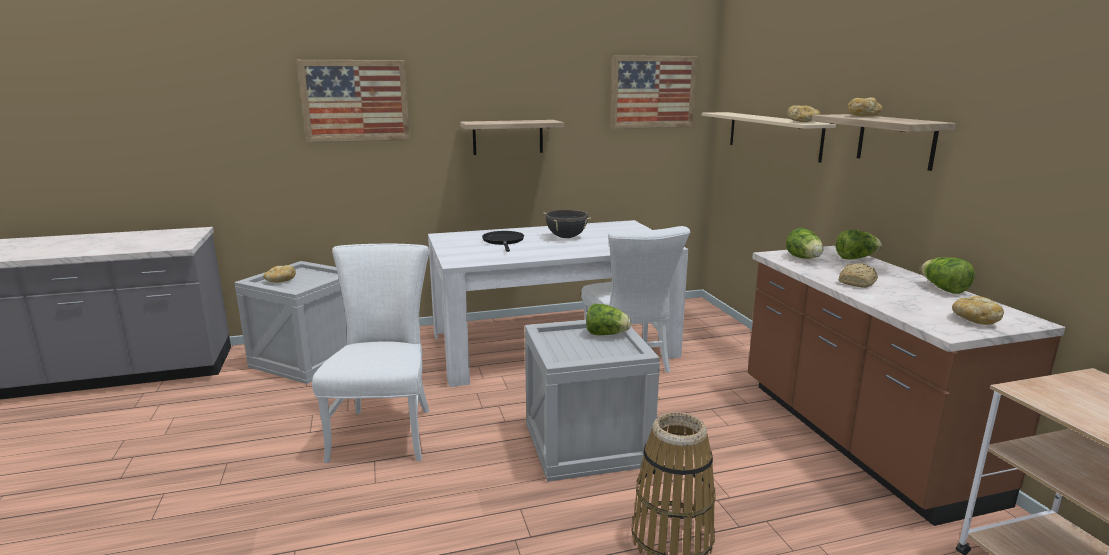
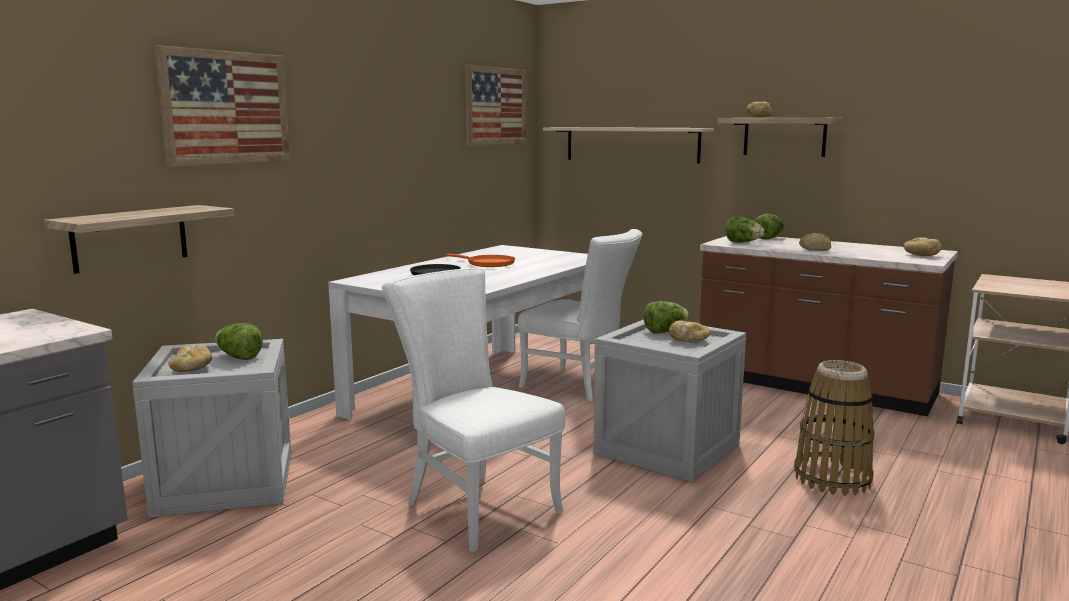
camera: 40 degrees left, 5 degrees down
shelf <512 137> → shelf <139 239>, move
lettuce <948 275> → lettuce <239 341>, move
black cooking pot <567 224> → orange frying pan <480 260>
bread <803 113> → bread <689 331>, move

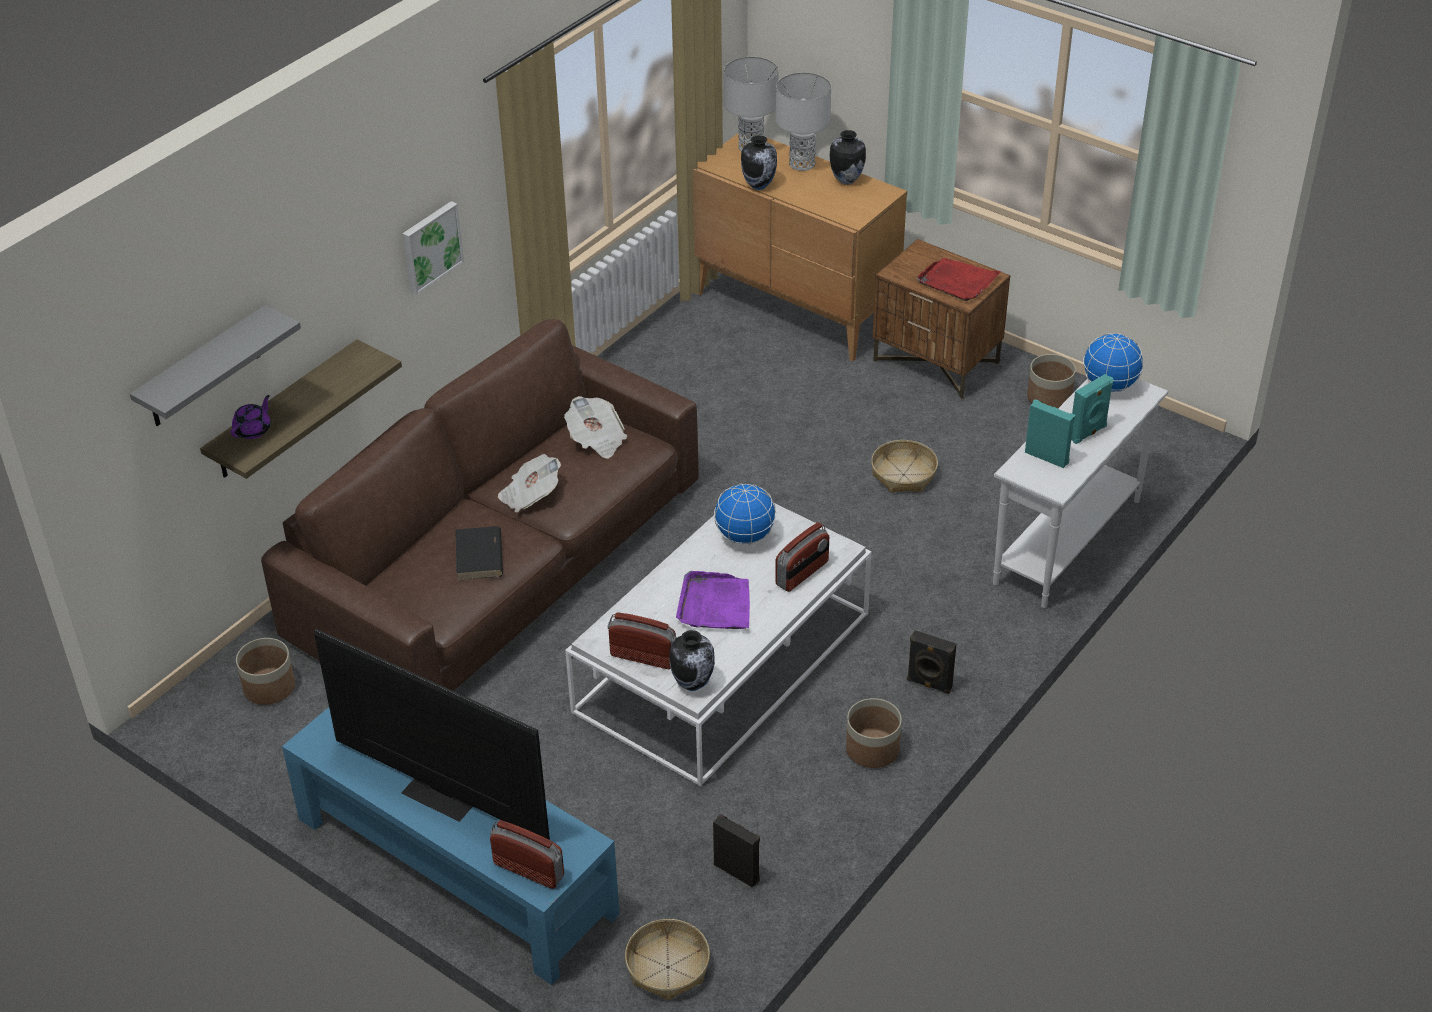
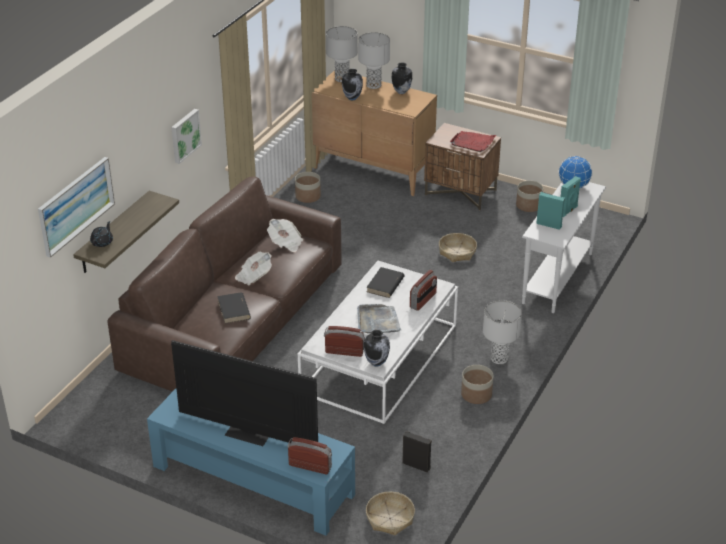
camera: 10 degrees left, 5 degrees down
grey shelf <215 365> → picture <76 207>
purple teapot <251 417> → black teapot <101 234>
planter <265 671> → planter <308 187>, move
purple tray <713 600> → grey tray <379 319>
globe <745 514> → black book <385 282>
black speaker <931 662> → white table lamp <502 332>

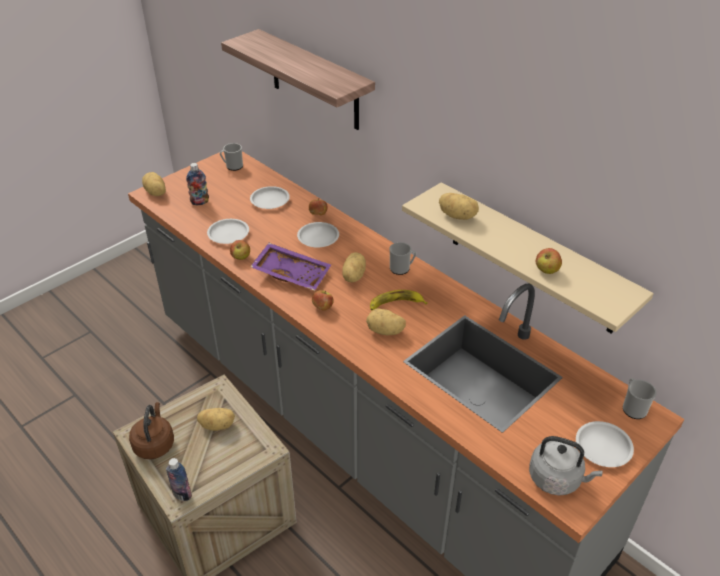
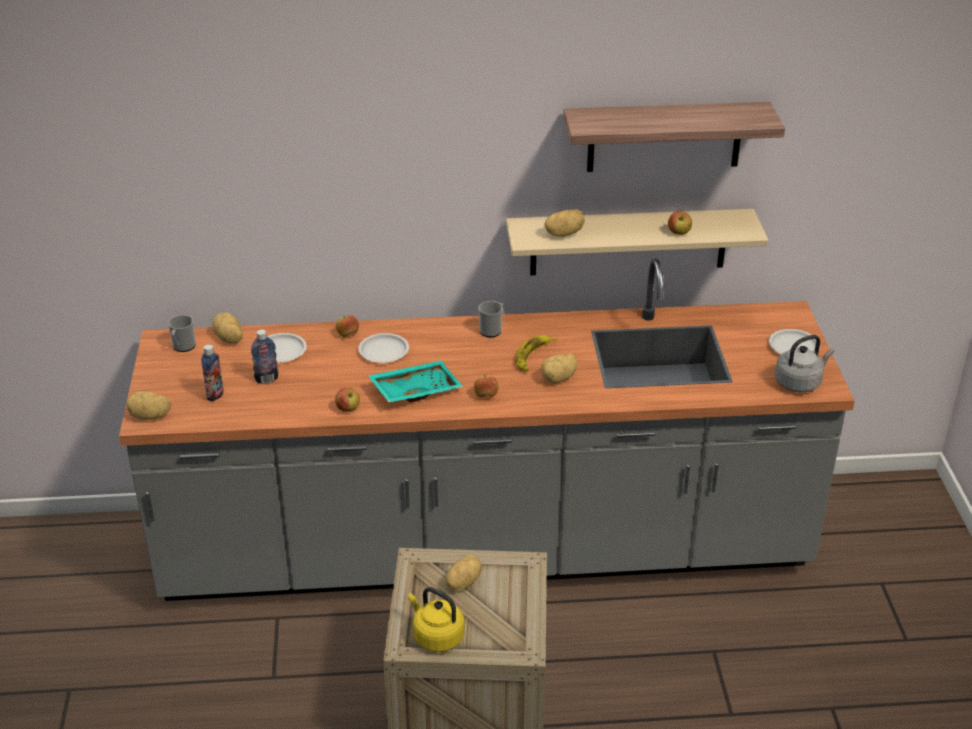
camera: 50 degrees left, 5 degrees down
potato <354 267> → potato <227 328>, move
bottle <179 479> → bottle <265 356>, move
purple tray <290 267> → turquoise tray <415 381>
brown kettle <151 430> → yellow kettle <436 619>
shelf <298 79> → shelf <674 137>, move
white plate <228 231> → -
mug <640 398> → -

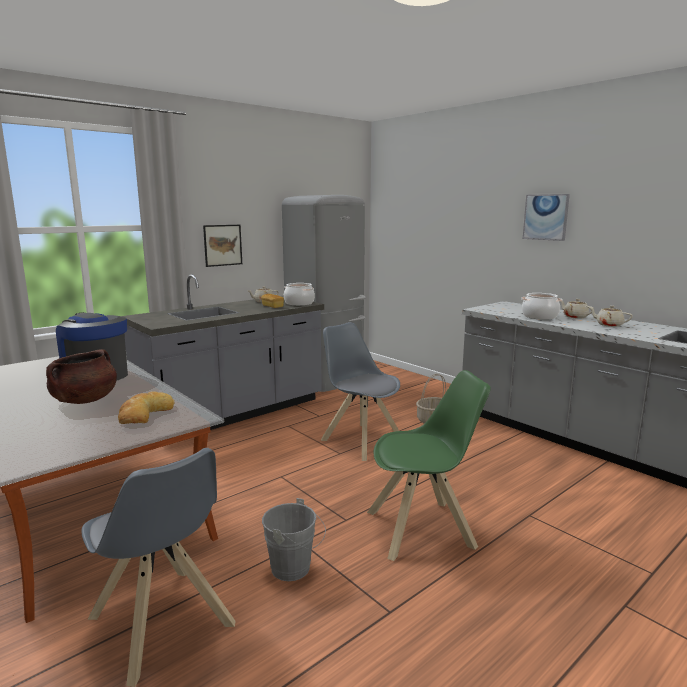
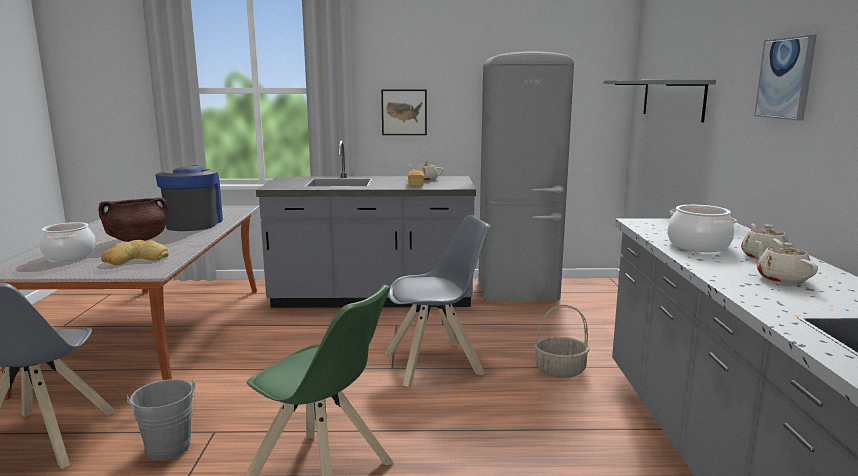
camera: 40 degrees right, 0 degrees up
cooking pot <299 294> → cooking pot <67 241>, move
grey chair <360 391> → grey chair <437 301>, 75 degrees clockwise
- → grey shelf <659 101>

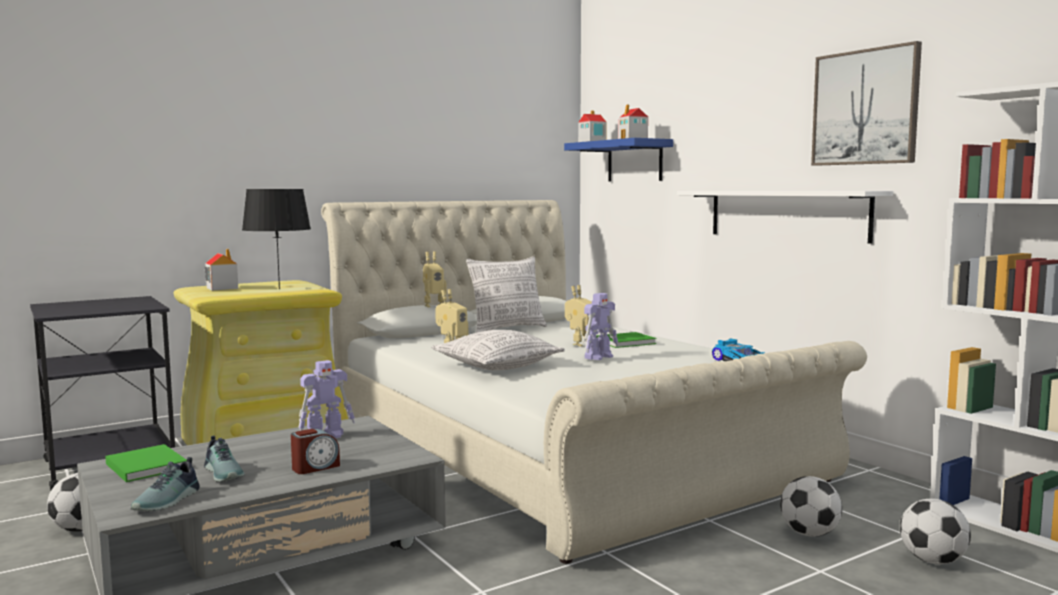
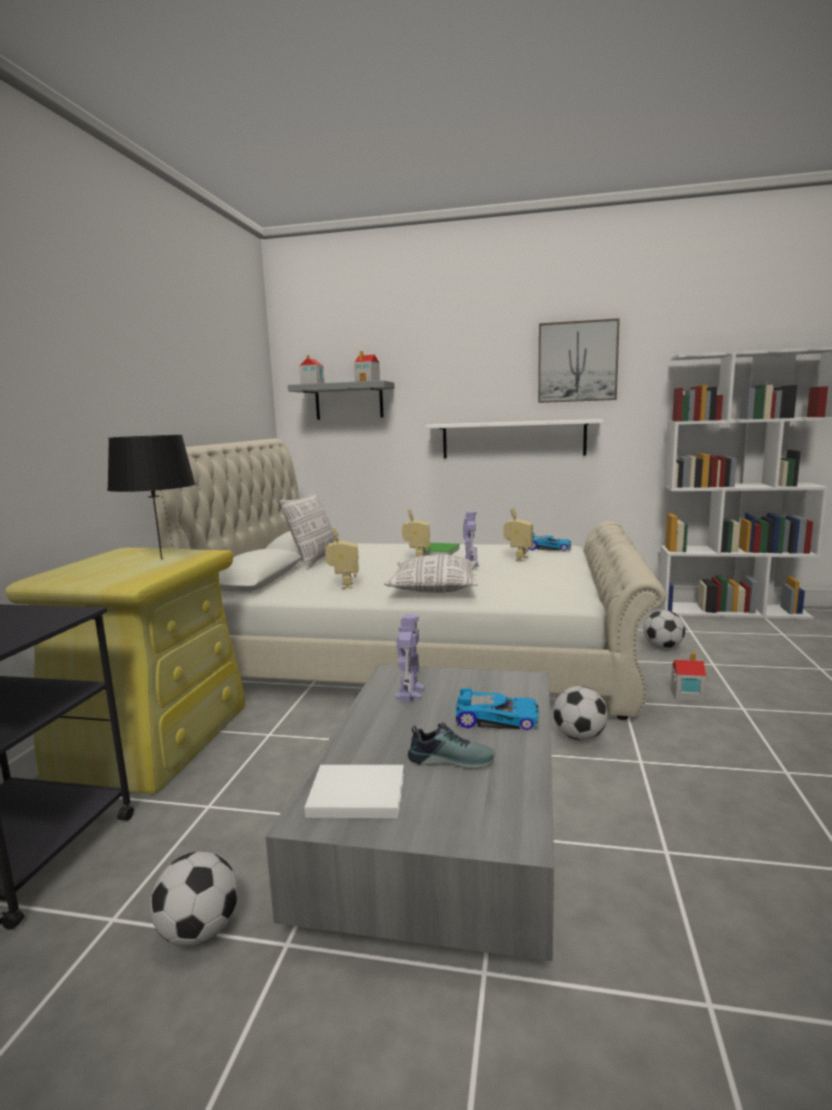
camera: 45 degrees left, 5 degrees up
blue shelf <618 160> → grey shelf <341 400>
green book <146 463> → white book <354 791>
alarm clock <315 451> → toy car <497 709>
toy robot <435 279> → toy robot <518 534>, move
football <935 531> → football <580 713>, move
toy house <221 270> → toy house <688 677>, move
shoe <165 484> → -

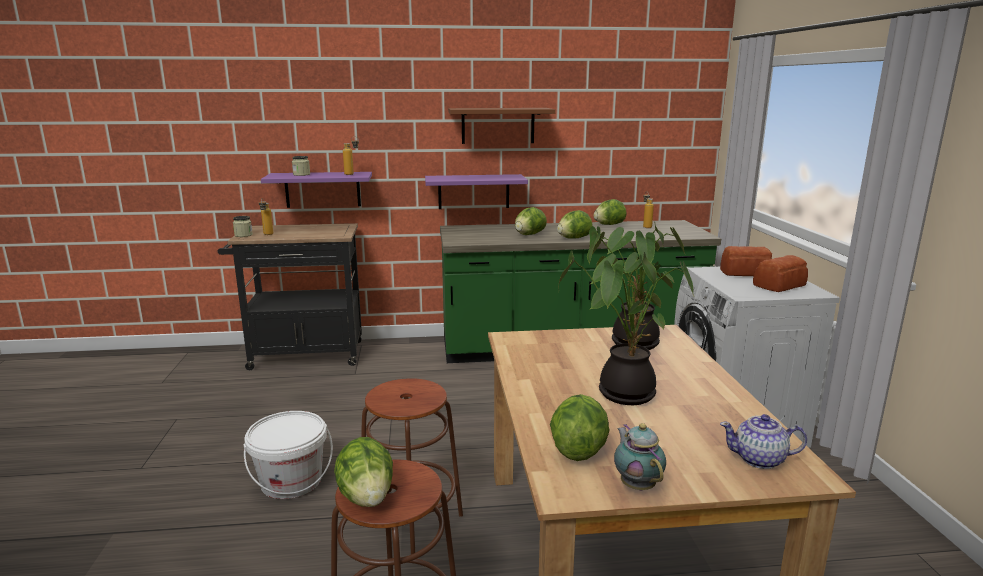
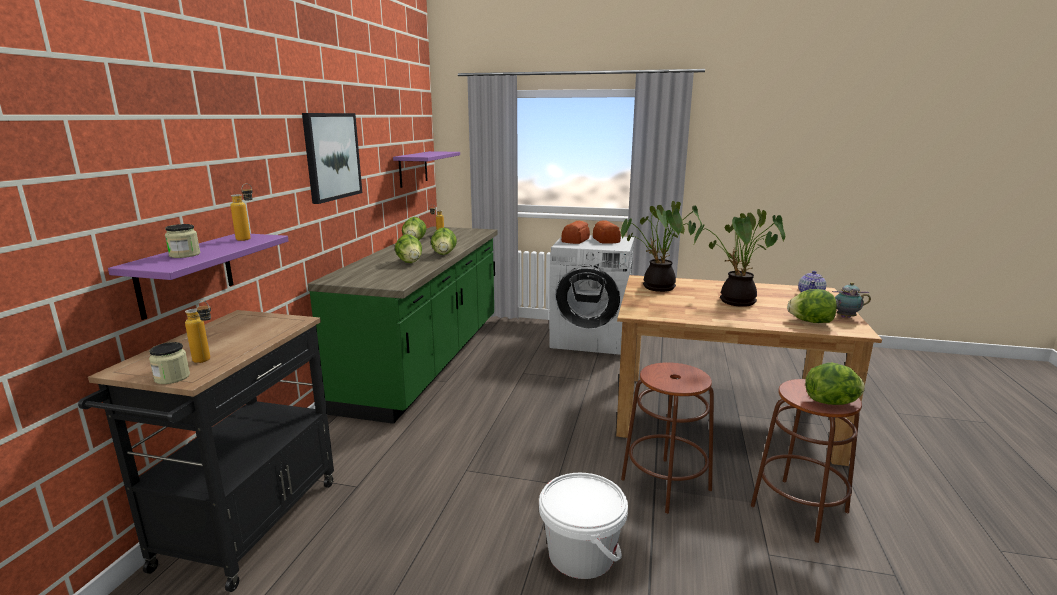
camera: 70 degrees left, 0 degrees up
brown shelf <501 126> → picture <332 158>
purple shelf <476 191> → purple shelf <426 169>, move

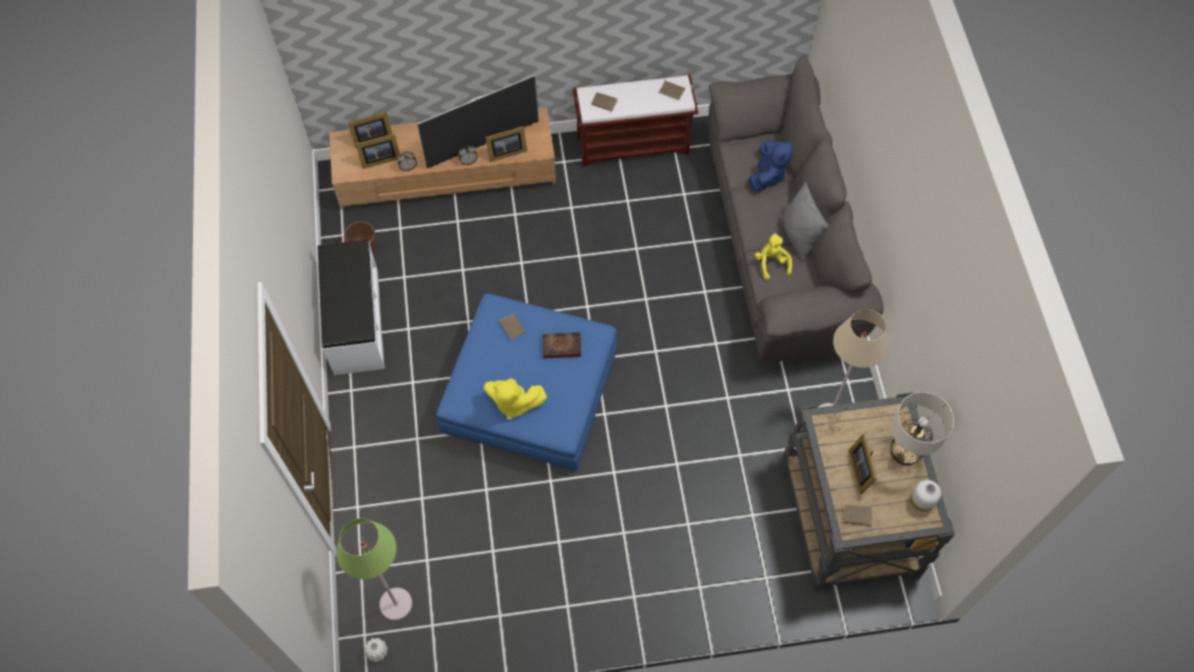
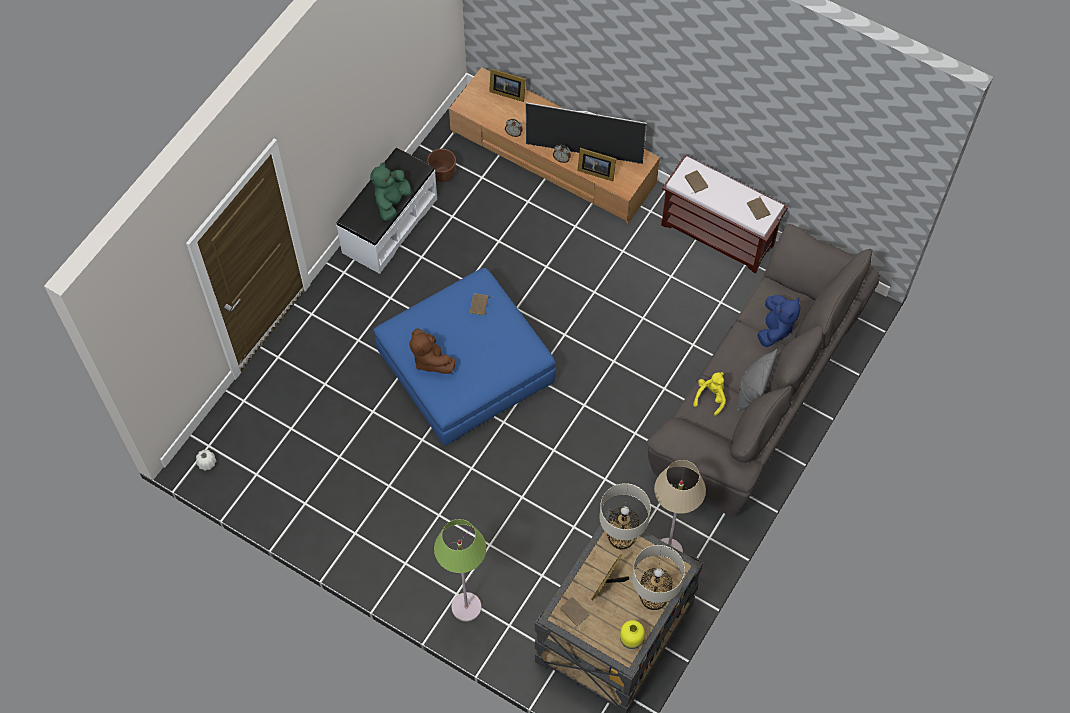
camera: 40 degrees right, 0 degrees up
- → green plush toy <390 191>
yellow plush toy <515 399> → brown plush toy <432 351>
green floor lamp <374 569> → green floor lamp <460 570>, move
- → table lamp <625 516>
white vase <926 495> → yellow vase <632 634>
blue plush toy <770 165> → blue plush toy <779 321>, 45 degrees counterclockwise
picture frame <378 151> → -
book <562 345> → -

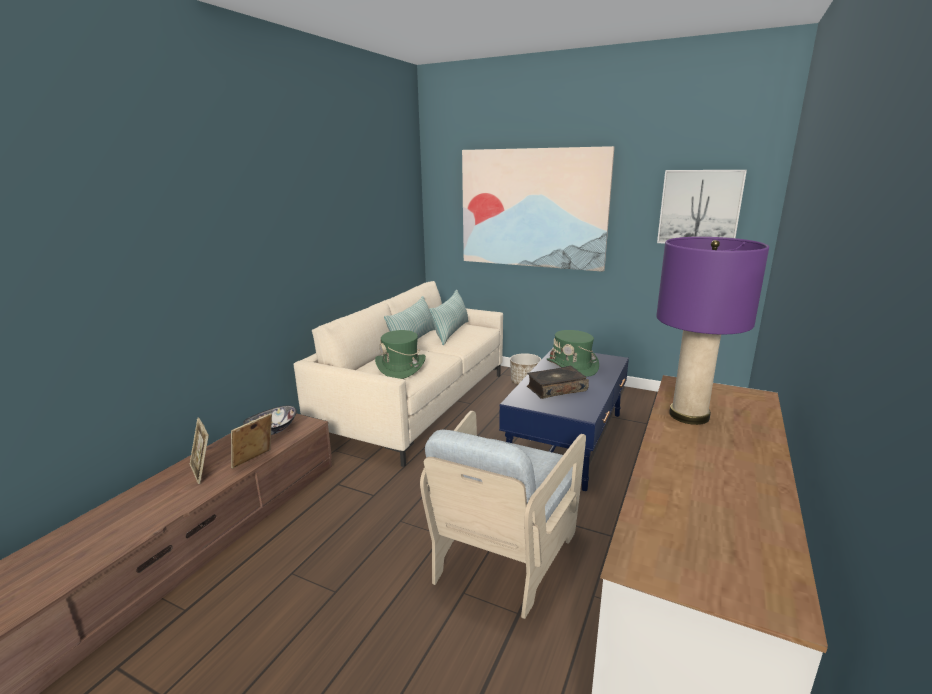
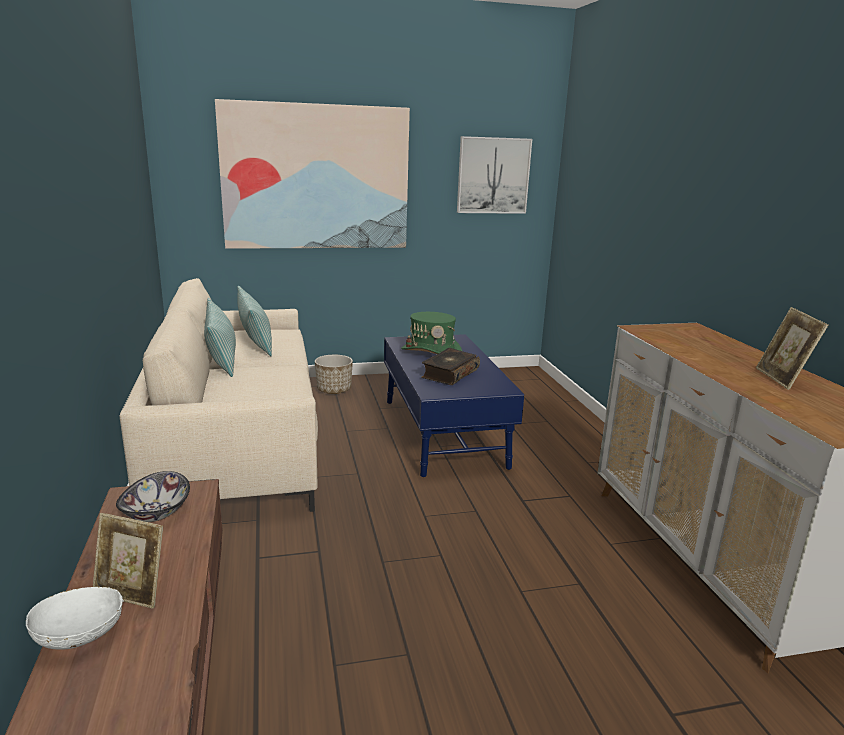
camera: 40 degrees left, 0 degrees up
- → white bowl <75 618>
picture frame <251 441> → picture frame <792 348>, move
green hat <400 354> → -
beige armchair <503 515> → -
purple table lamp <712 331> → -

